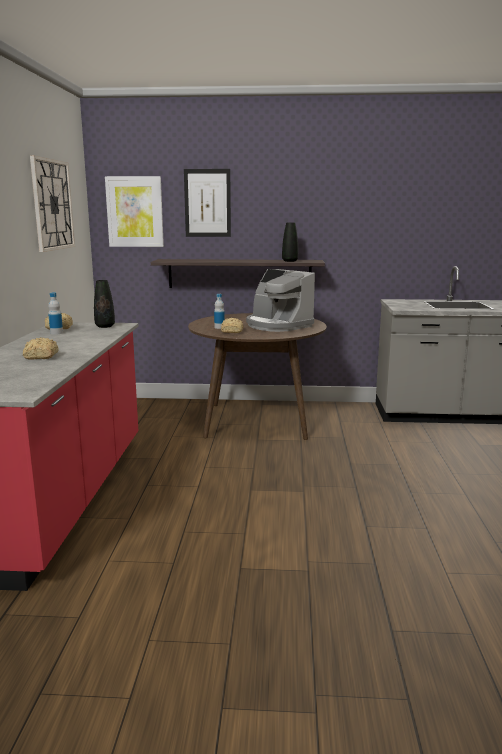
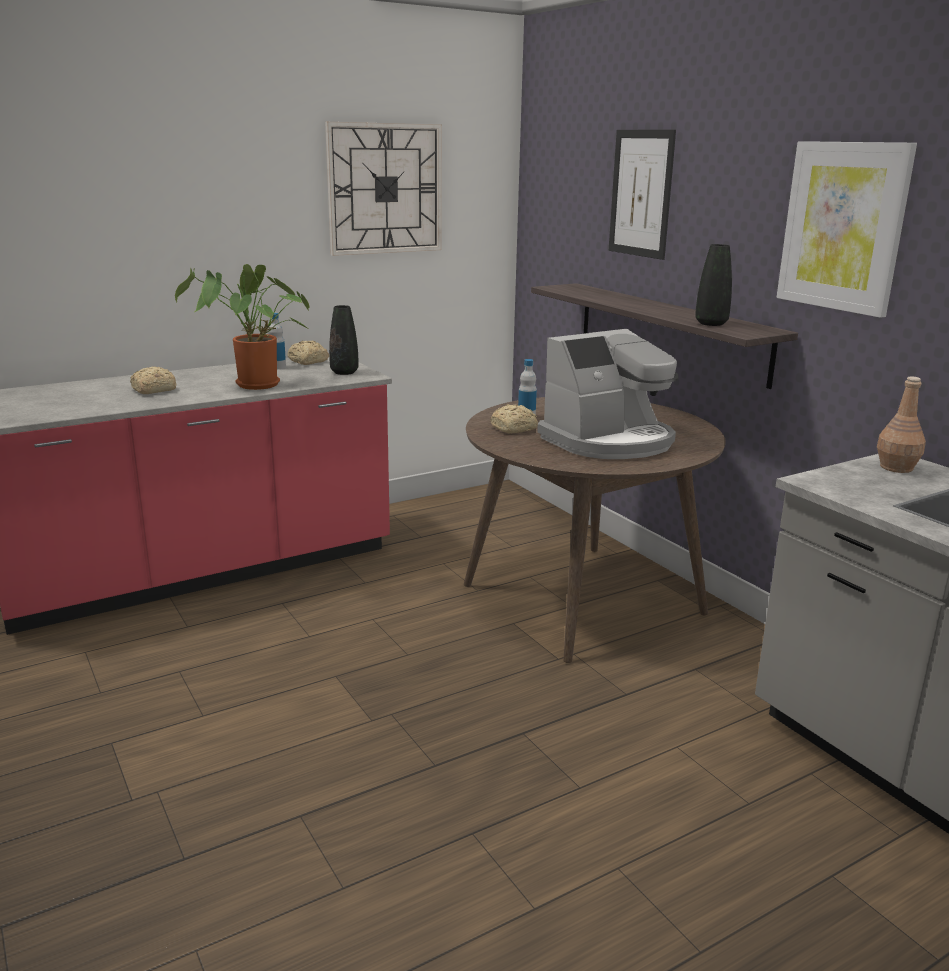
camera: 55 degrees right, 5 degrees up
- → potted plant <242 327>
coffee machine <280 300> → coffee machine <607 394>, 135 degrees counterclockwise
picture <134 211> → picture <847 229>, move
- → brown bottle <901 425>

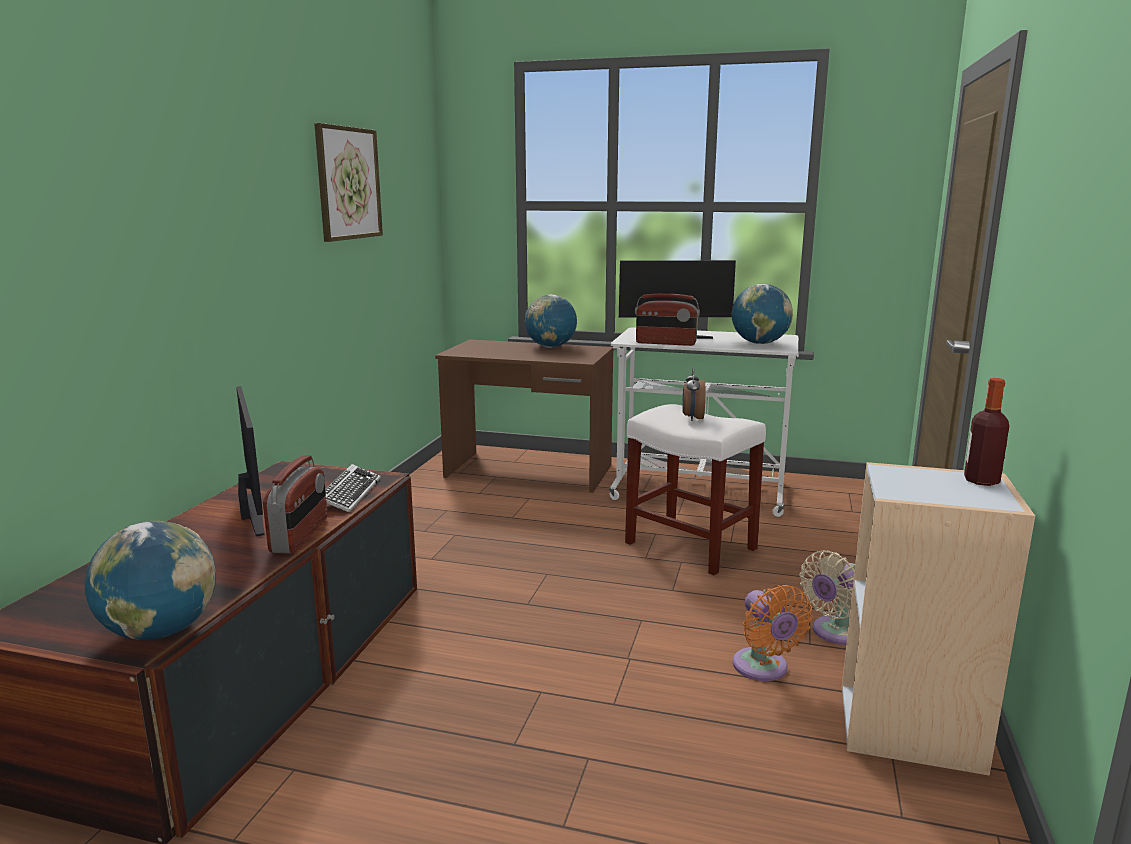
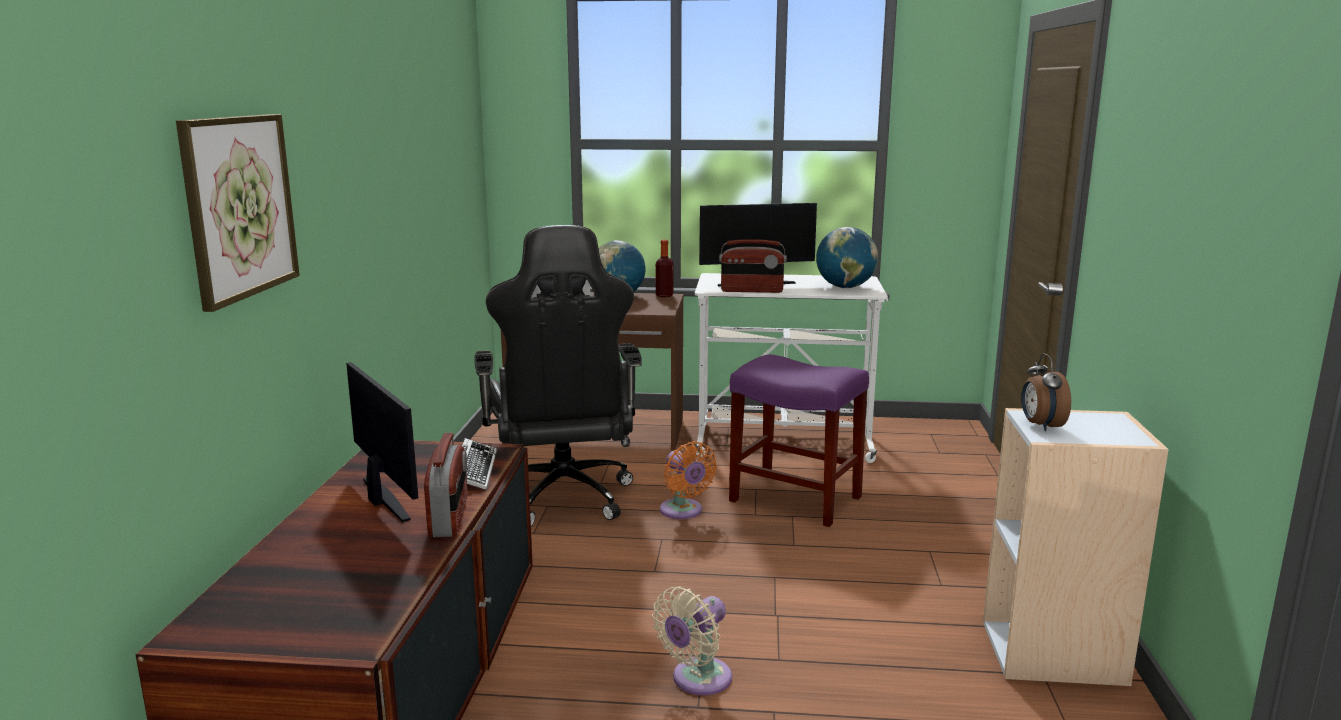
camera: 10 degrees left, 0 degrees up
picture <348 182> → picture <238 213>, move
- → black office chair <558 375>
beige fan <827 598> → beige fan <692 640>, move
bottle <986 432> → bottle <664 268>, move
orange fan <772 633> → orange fan <688 480>, move
white stool <695 489> → purple stool <799 440>
alarm clock <693 394> → alarm clock <1046 392>, move
globe <150 580> → -

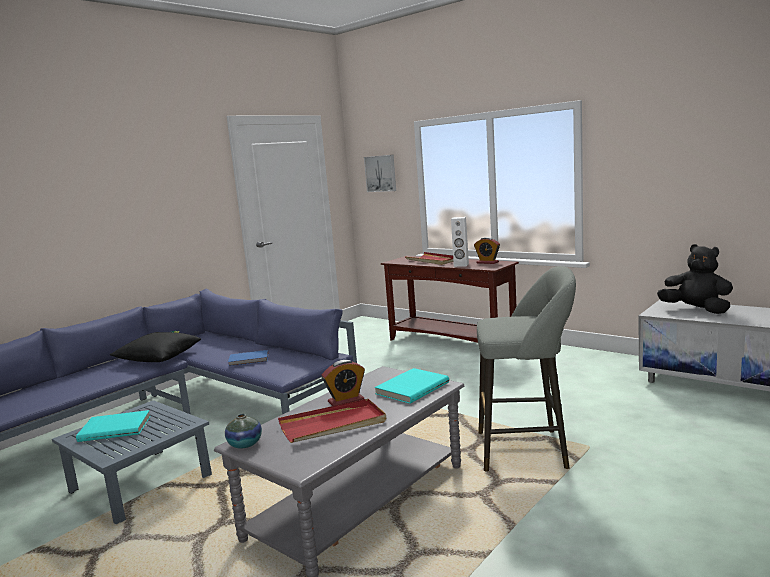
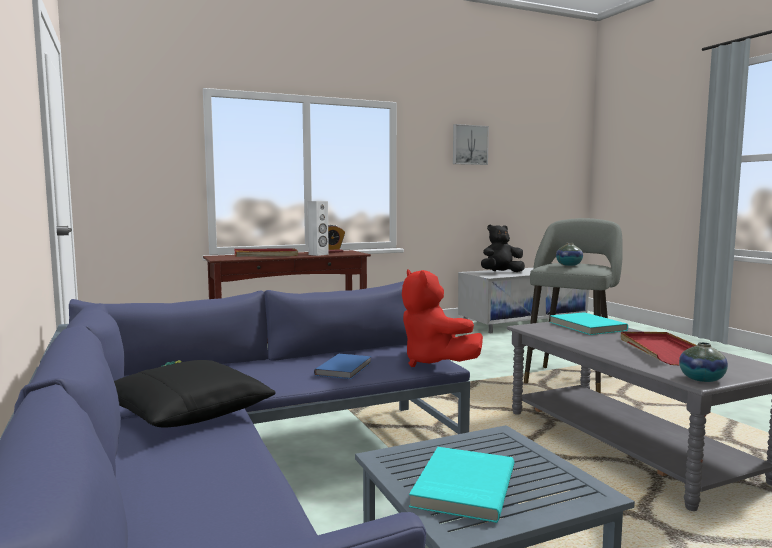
camera: 65 degrees left, 5 degrees down
- → red plush toy <442 318>
picture <380 173> → picture <471 144>, move
- → vase <569 254>
alarm clock <343 383> → -

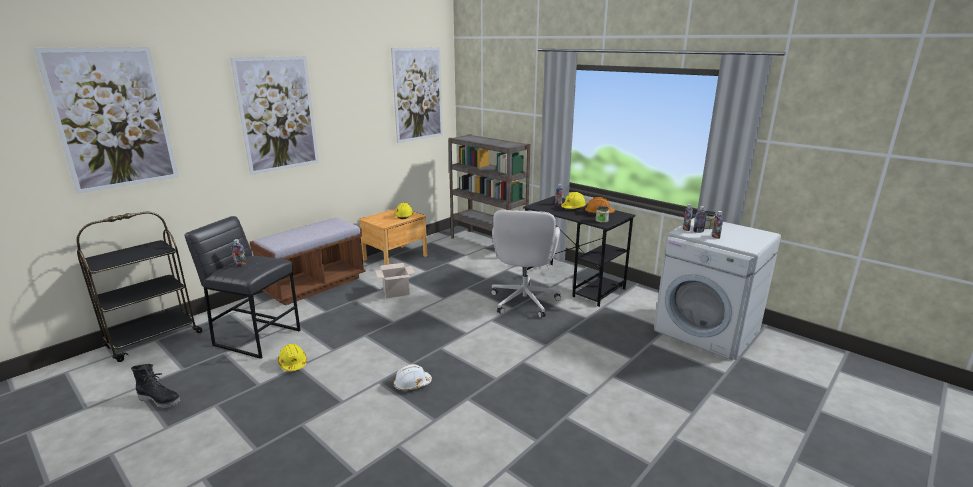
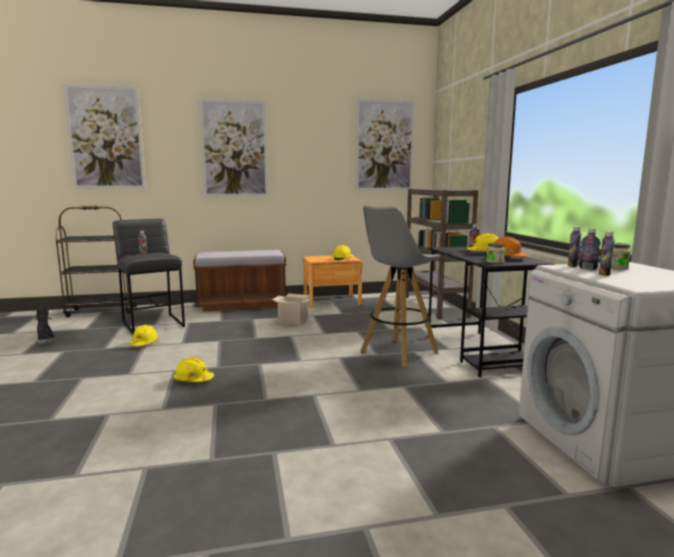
camera: 35 degrees right, 10 degrees down
white hard hat <412 377> → yellow hard hat <193 369>
white office chair <526 264> → grey stool <400 286>

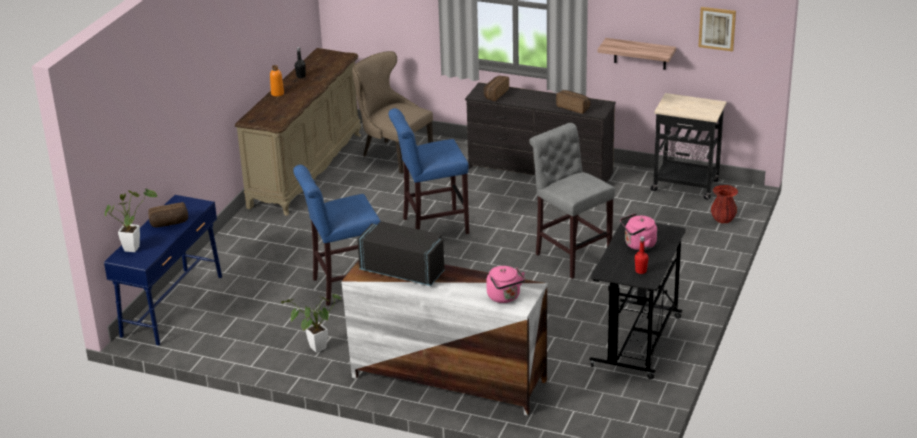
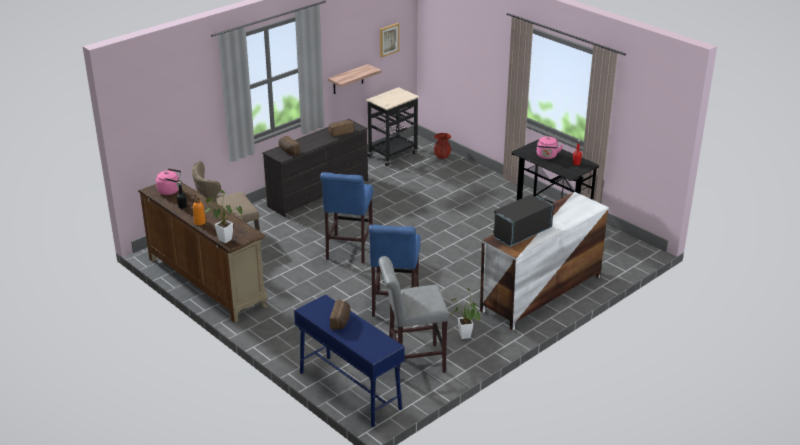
camera: 65 degrees left, 0 degrees up
pink kettle <505 284> → pink kettle <168 182>, move
potted plant <131 220> → potted plant <223 216>, move
grey stool <572 201> → grey stool <413 317>, move

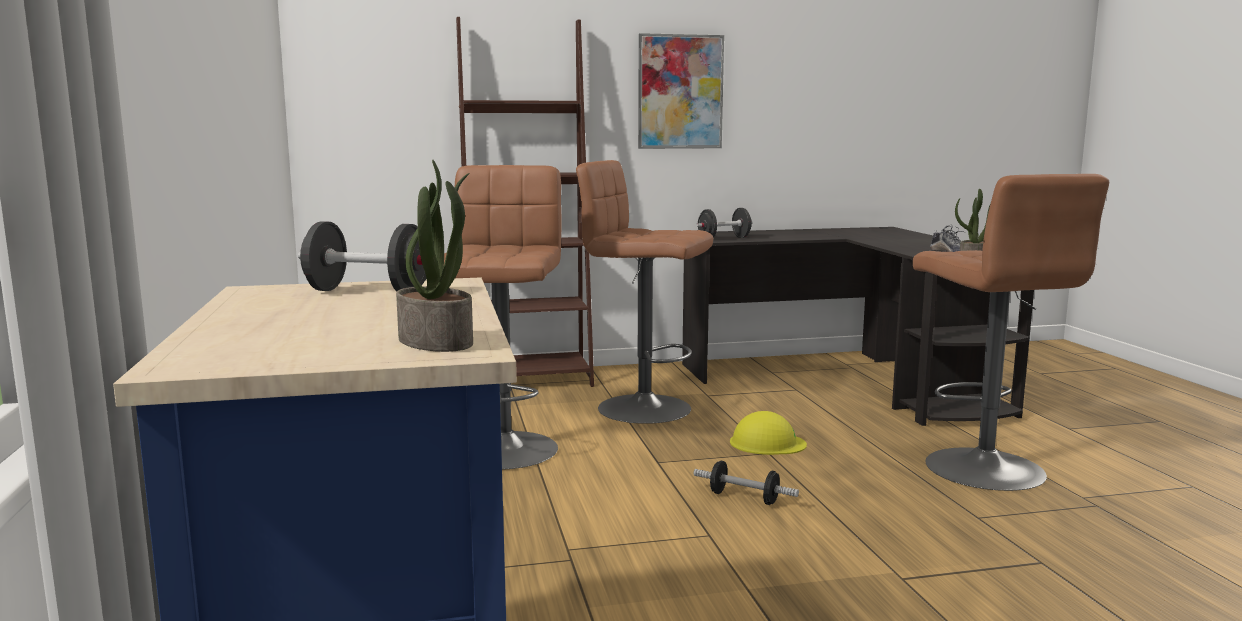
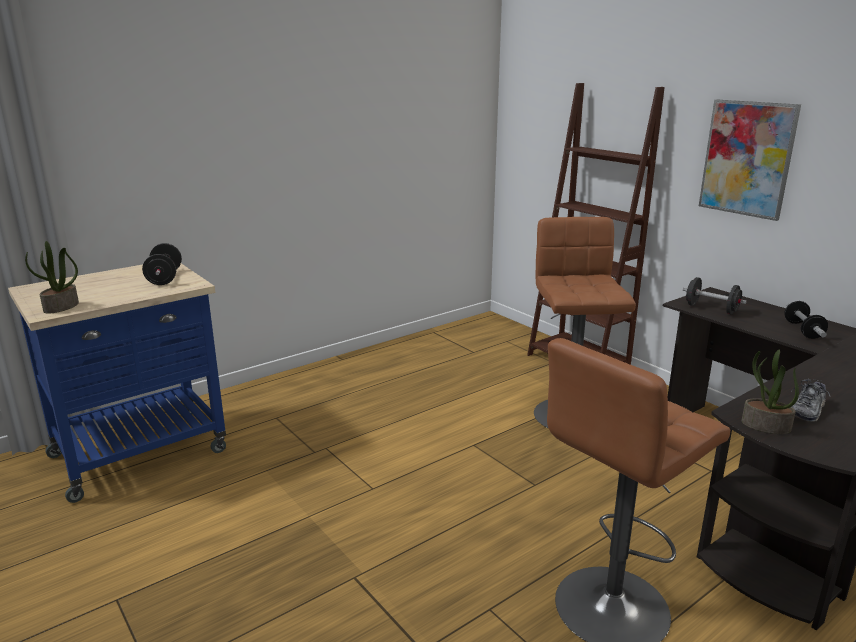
camera: 65 degrees right, 10 degrees up
dumbbell <746 483> → dumbbell <806 320>, move
brown stool <503 317> → -
yellow hard hat <768 433> → -

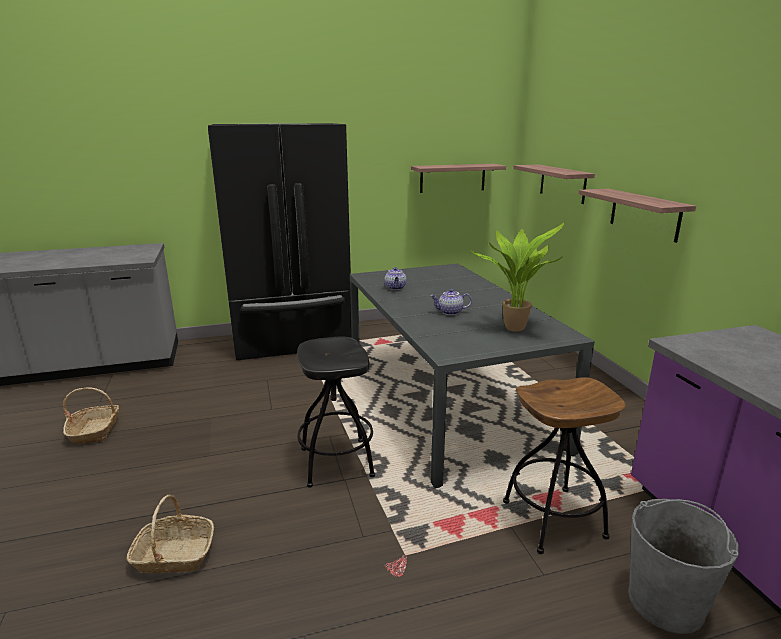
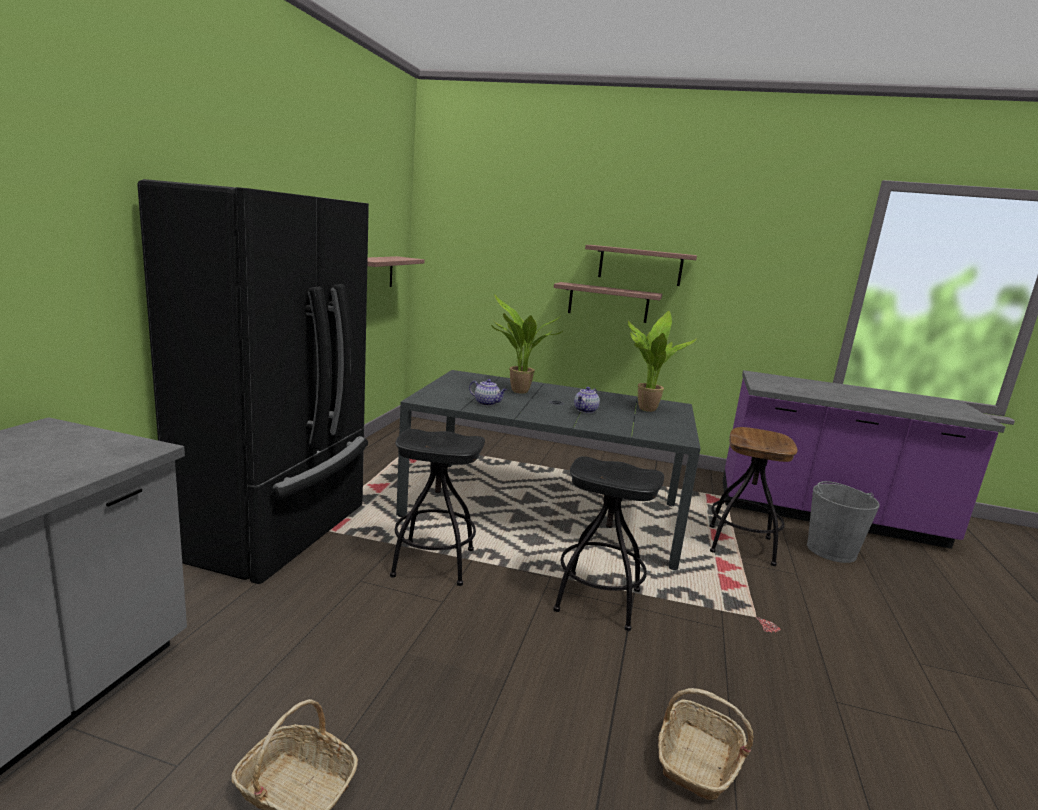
camera: 60 degrees left, 5 degrees down
- → black stool <437 507>
- → potted plant <527 344>
shelf <554 184> → shelf <641 265>, move

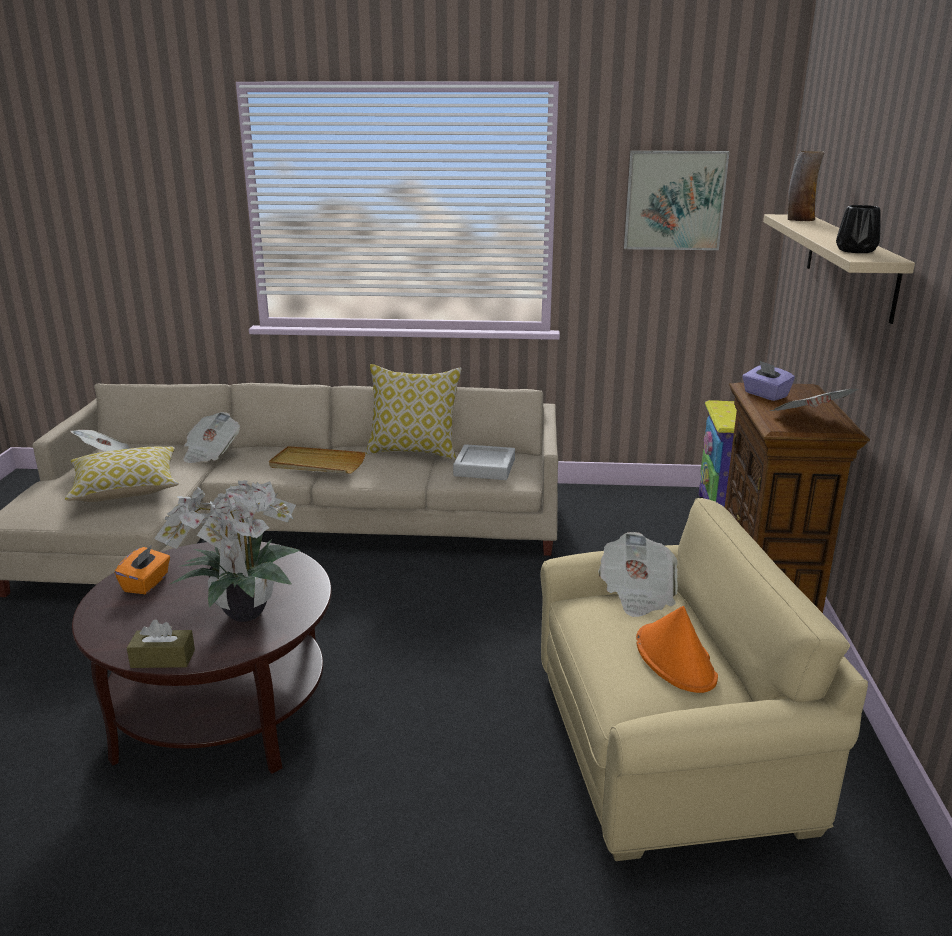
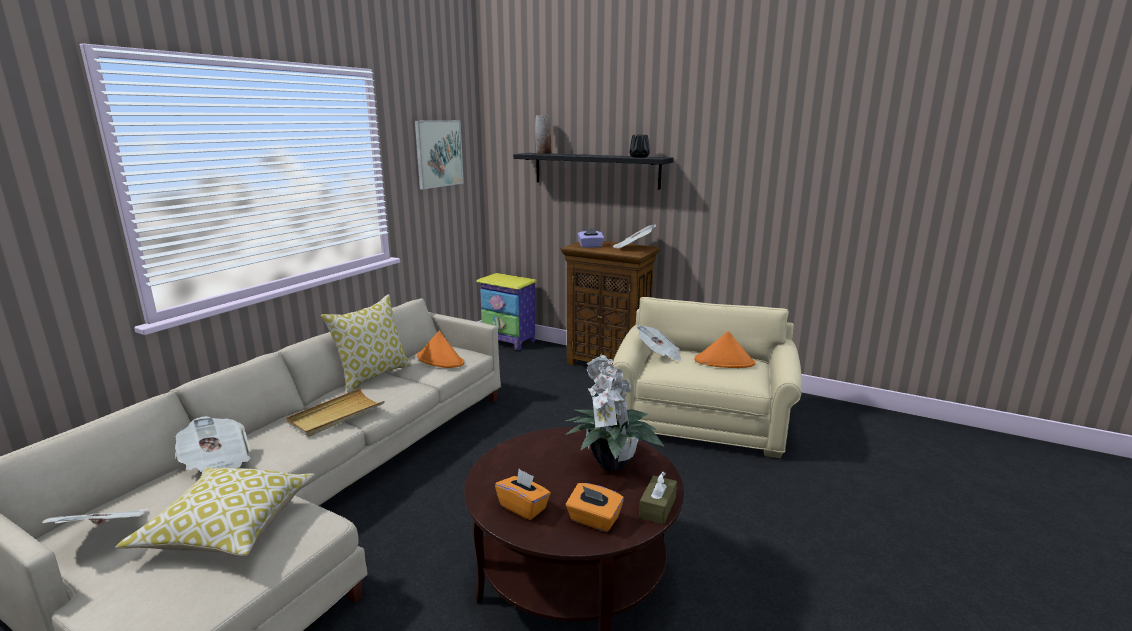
camera: 65 degrees left, 5 degrees down
grey tray <484 462> → orange hat <440 349>
beige shelf <839 269> → black shelf <593 171>
- → orange tissue box <595 507>

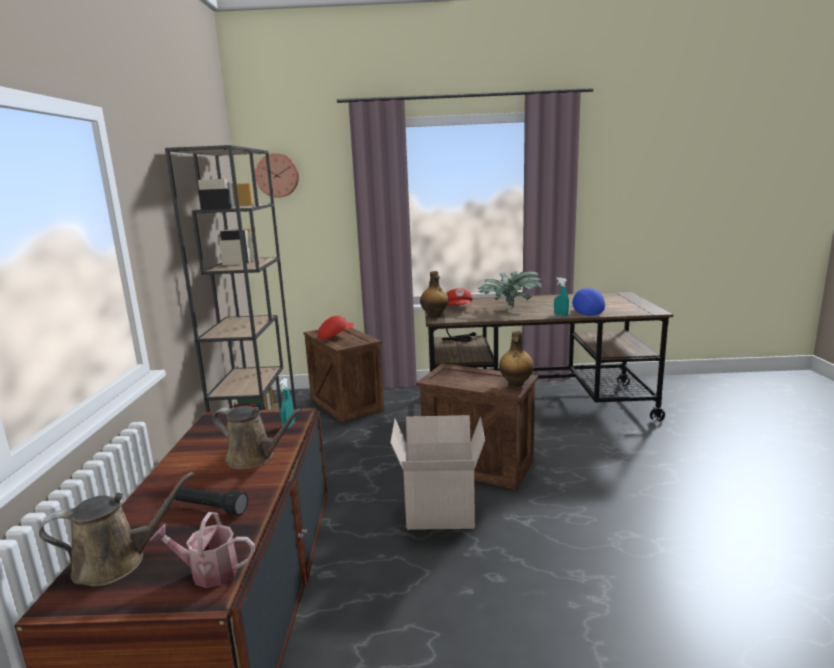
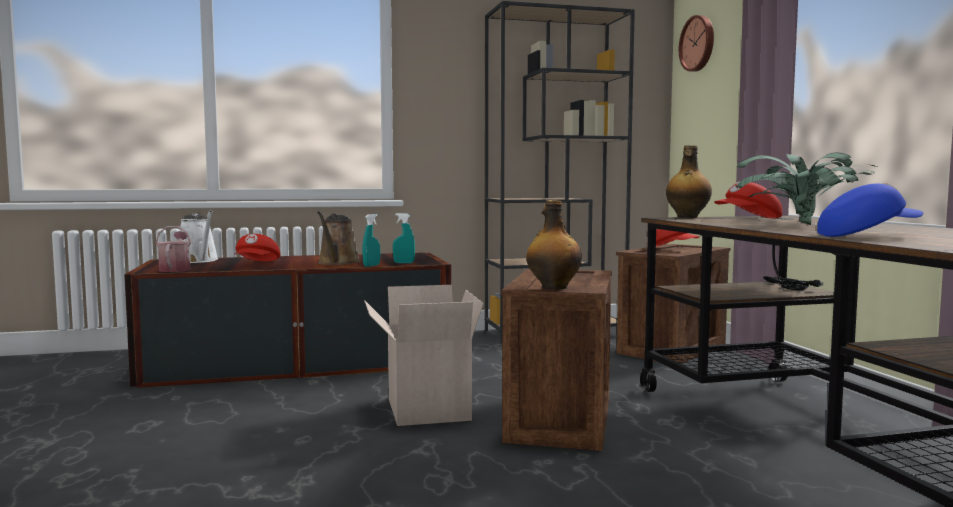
camera: 75 degrees right, 10 degrees down
brown watering can <116 529> → white watering can <199 236>
black flashlight <211 501> → red cap <257 247>
turquoise spray bottle <561 297> → turquoise spray bottle <371 240>, move

